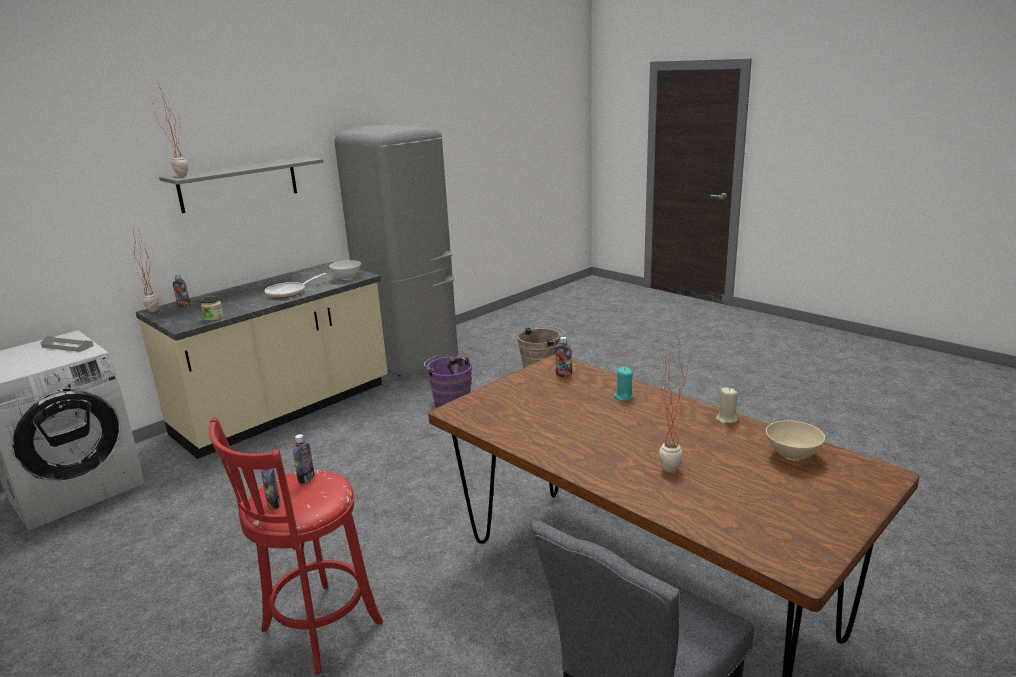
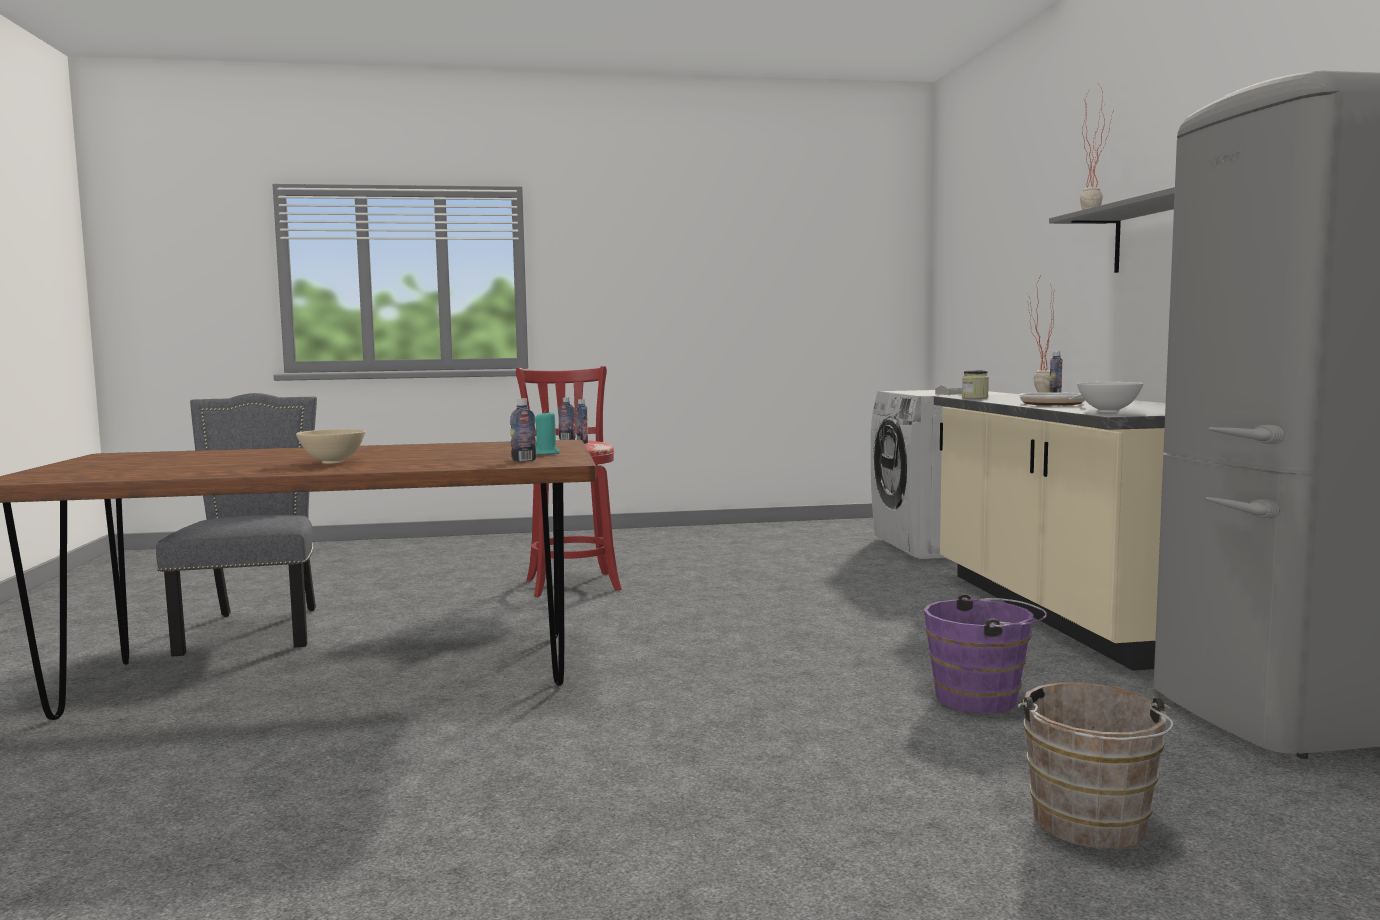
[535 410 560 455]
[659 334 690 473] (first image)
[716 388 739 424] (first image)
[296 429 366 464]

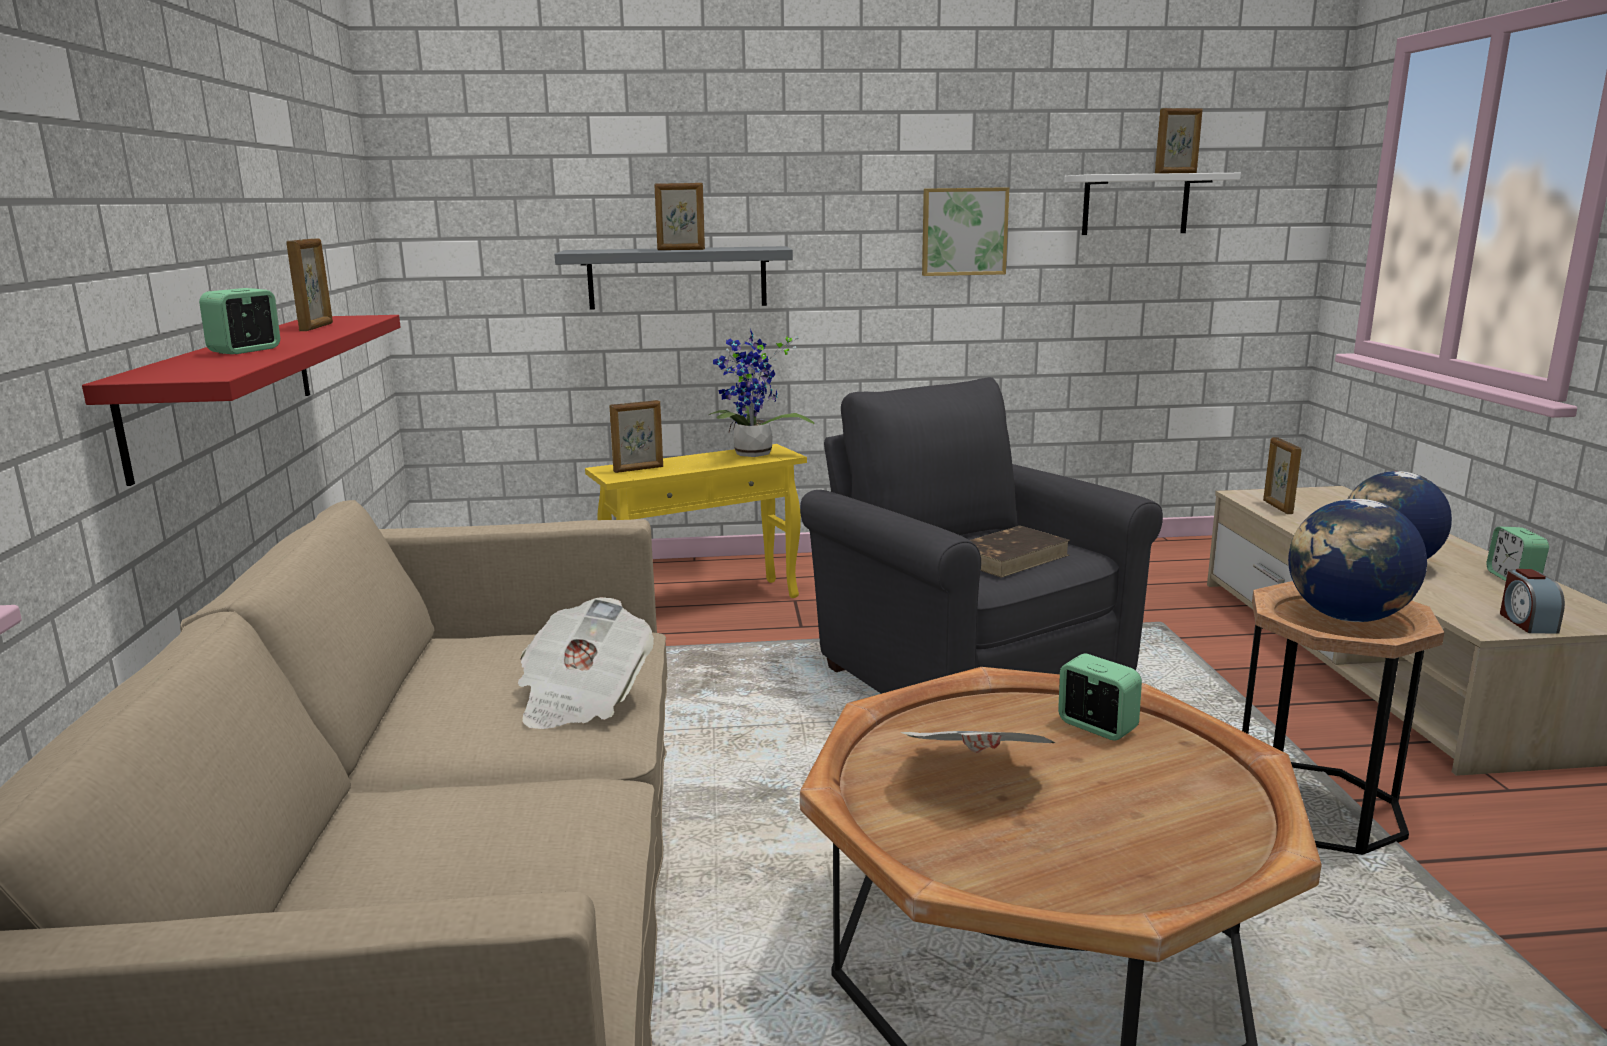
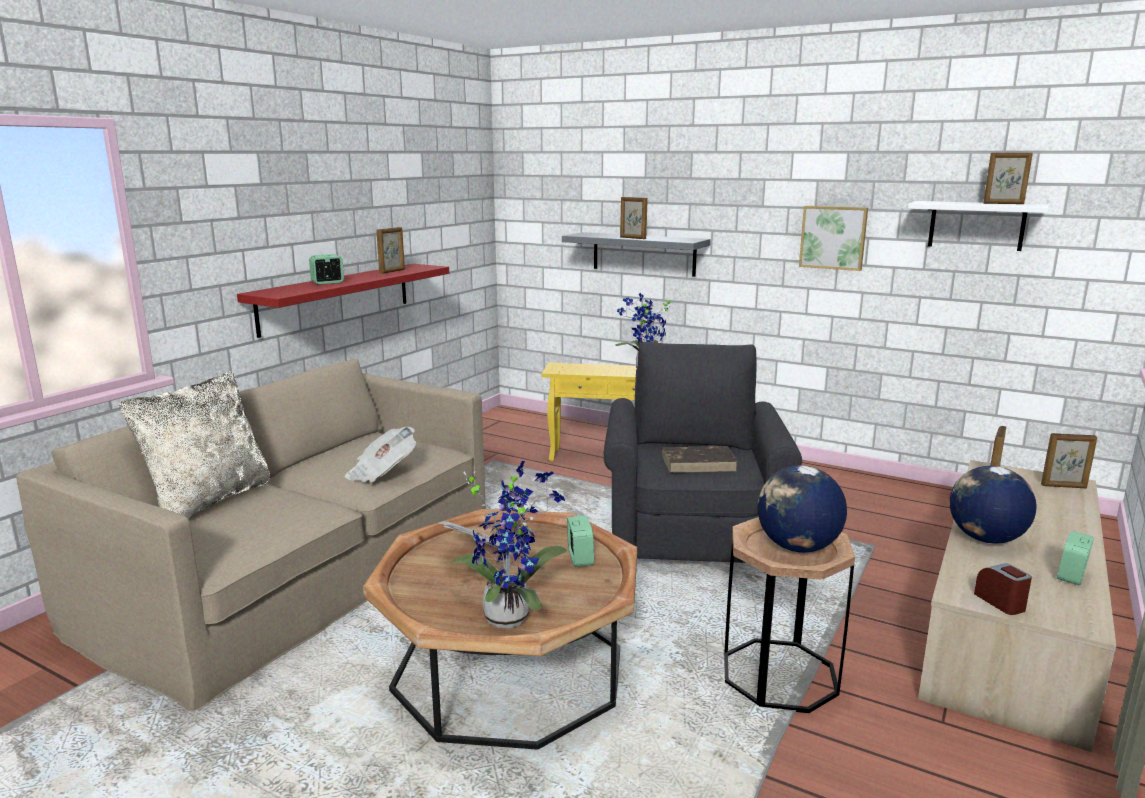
[1041 433 1097 488]
[974 563 1032 615]
[119 371 270 519]
[450 461 567 628]

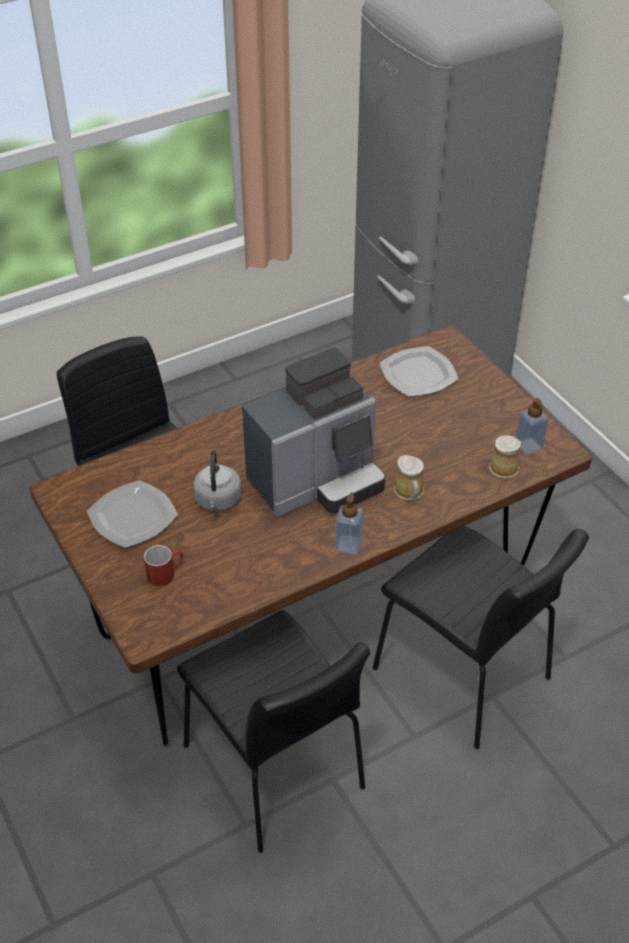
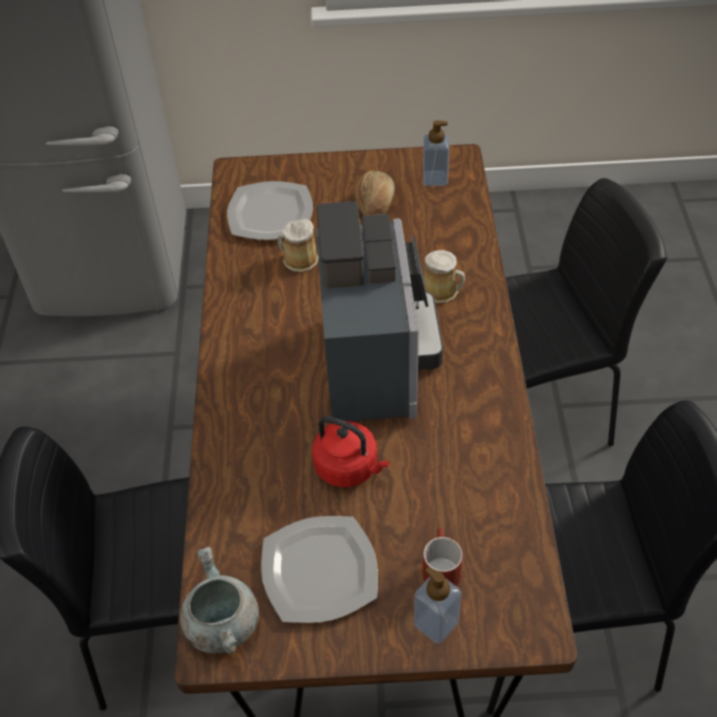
[312 416 390 487]
[414 567 462 644]
[278 218 318 272]
[180 547 259 654]
[355 171 395 216]

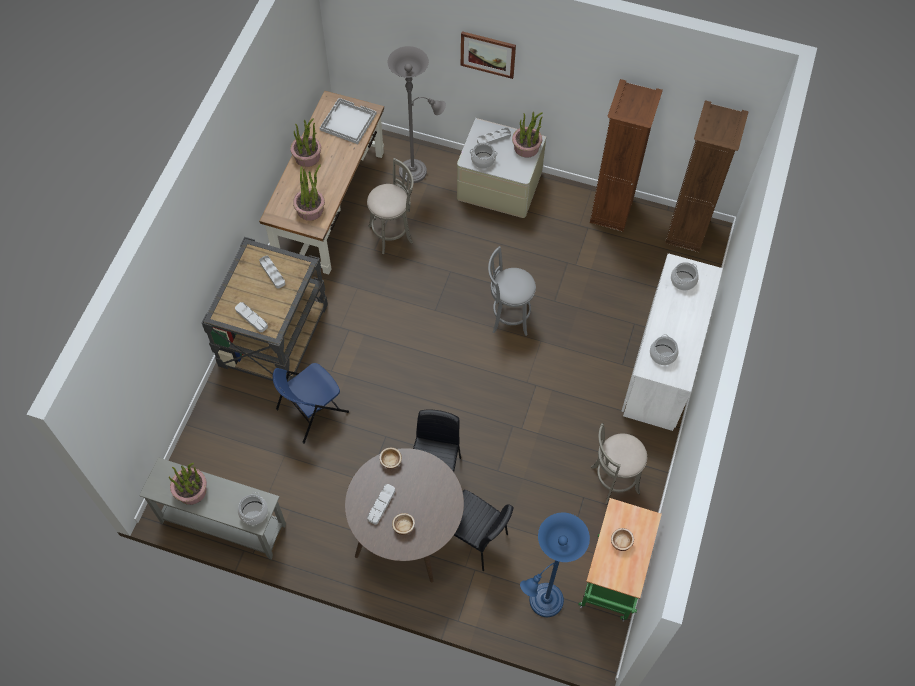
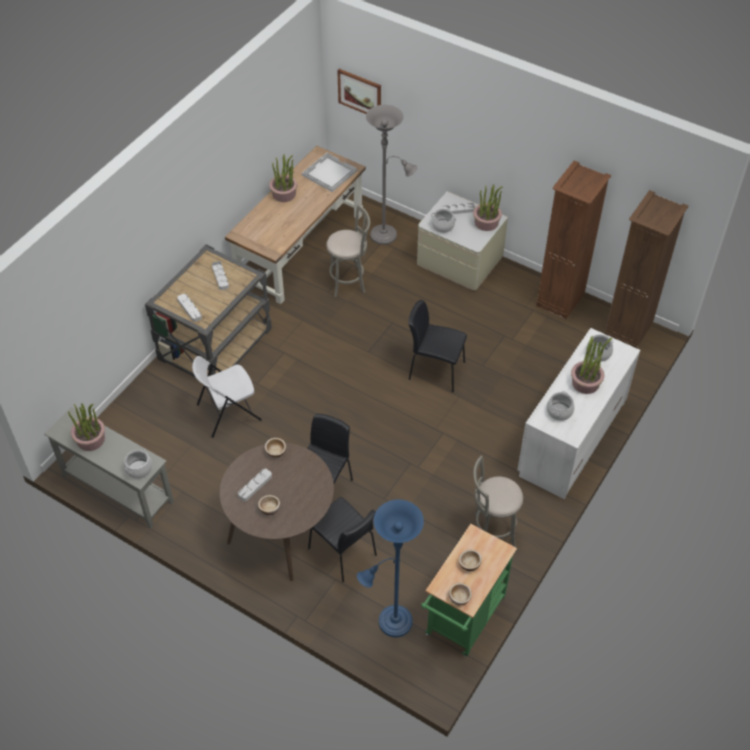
[192 356 262 438]
[571 336 612 394]
[337 69 381 114]
[409 300 467 392]
[449 583 472 605]

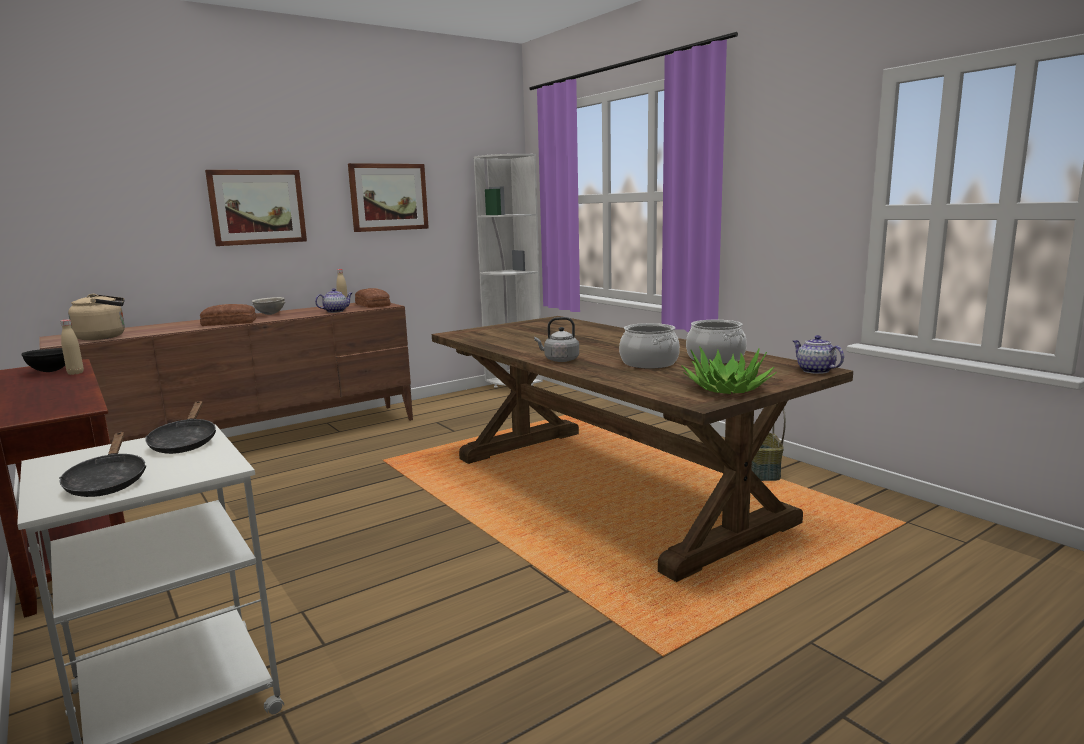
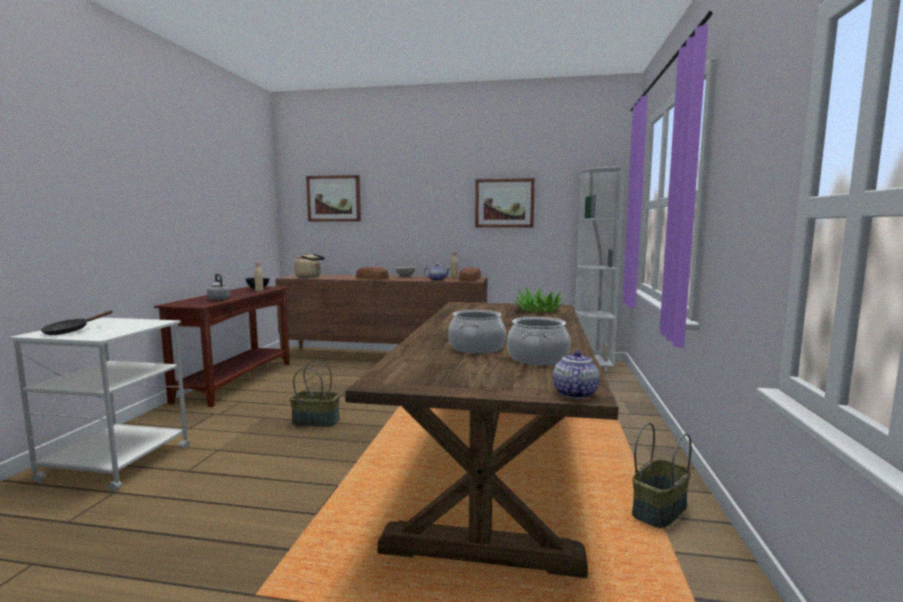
[145 401 216 454] (first image)
[306 175 361 222]
[207 274 230 300]
[512 288 565 312]
[290 361 340 427]

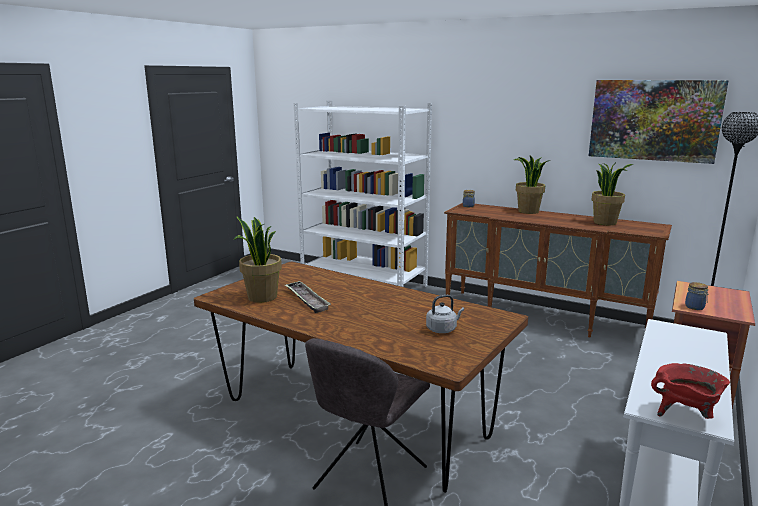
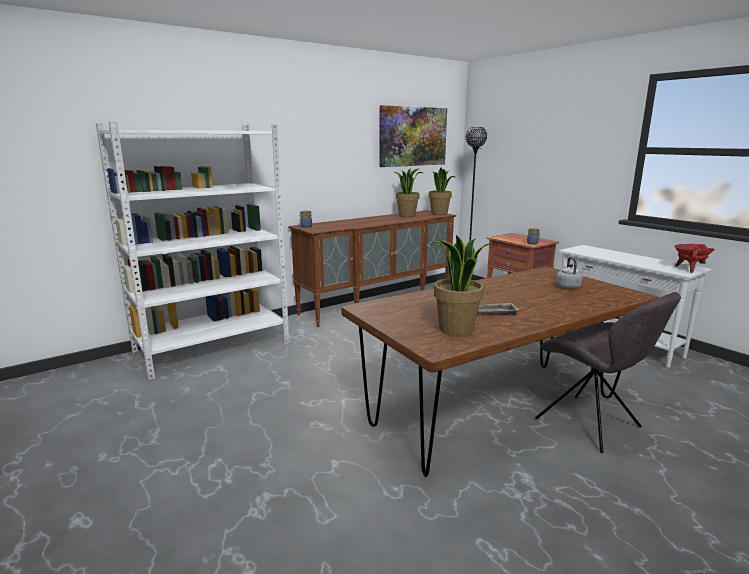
[429 168 456 215]

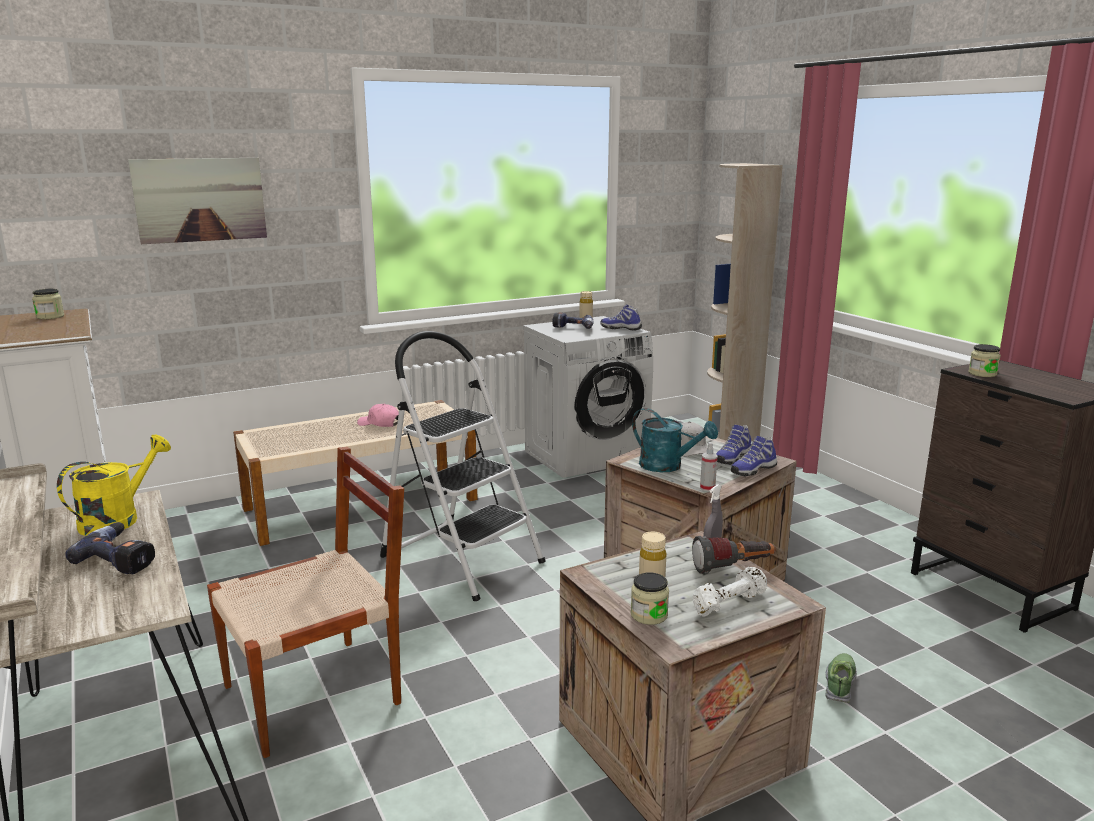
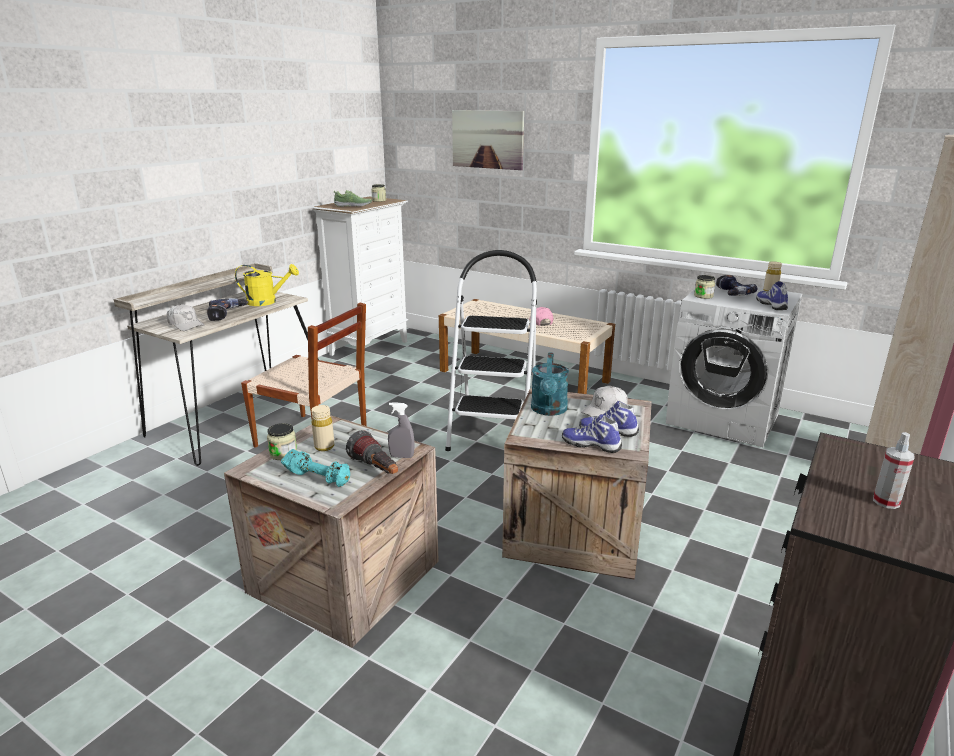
[281 449 350 487]
[873 432 915 509]
[333 190 372 207]
[694 275 715 299]
[167 304 205 331]

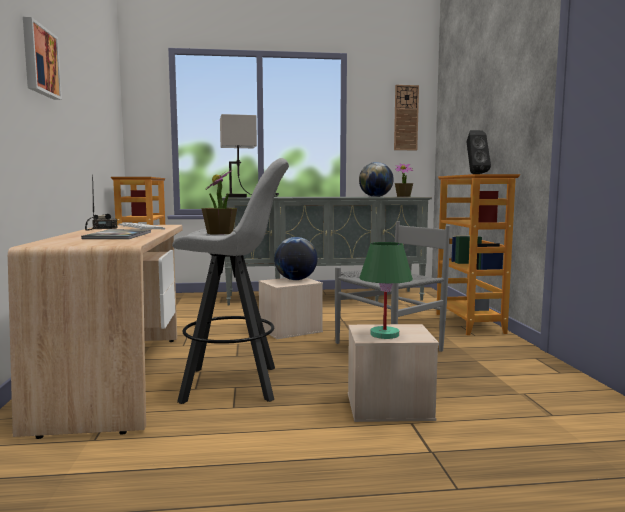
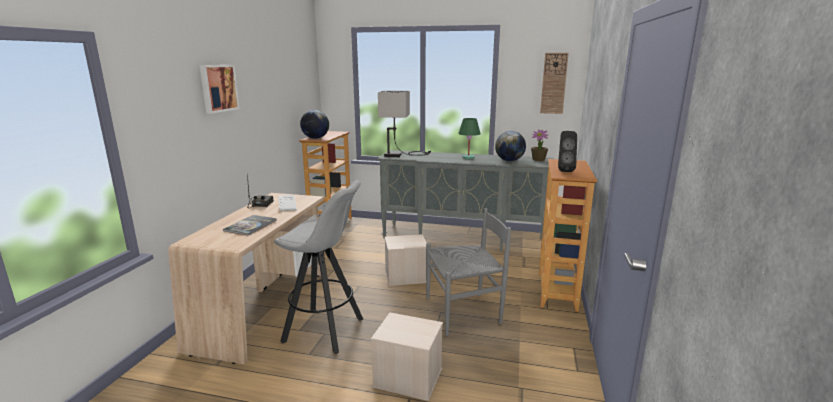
[201 171 237 235] (first image)
[300 110 329 139]
[458 118 481 159]

